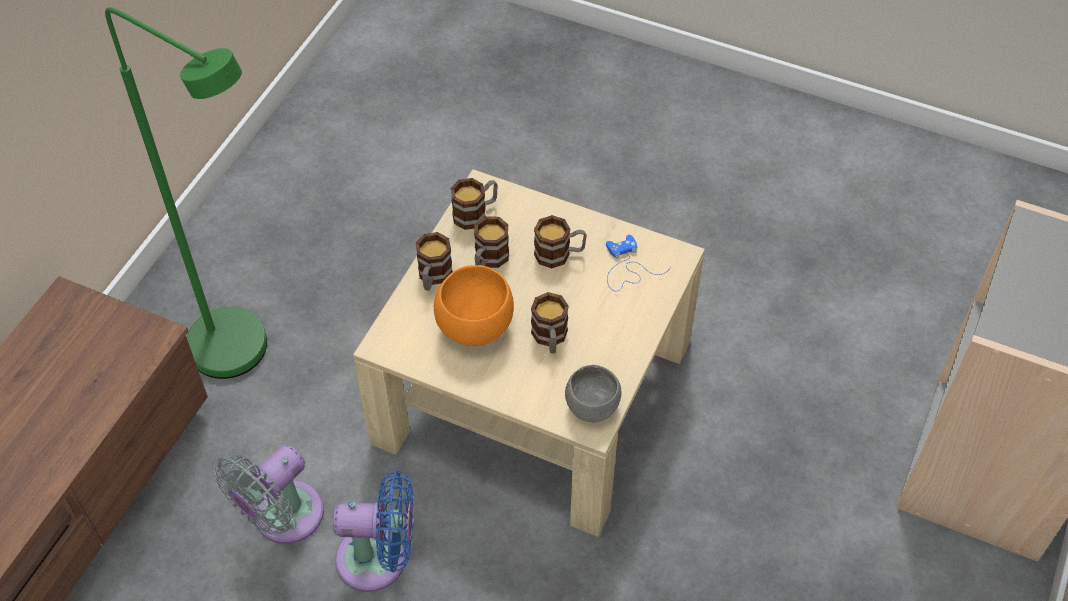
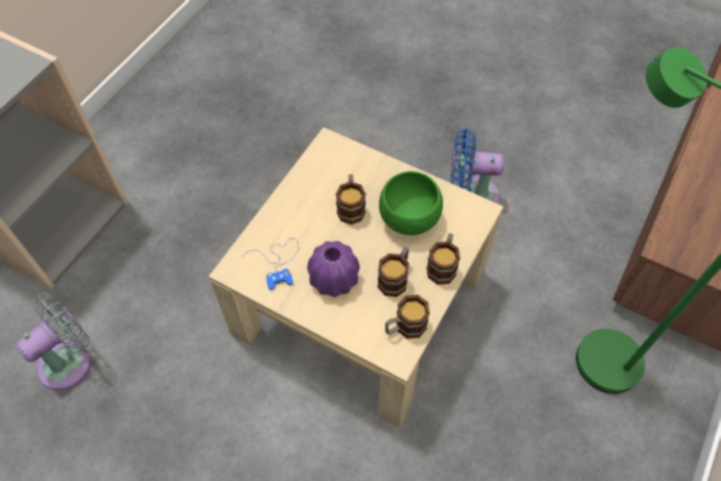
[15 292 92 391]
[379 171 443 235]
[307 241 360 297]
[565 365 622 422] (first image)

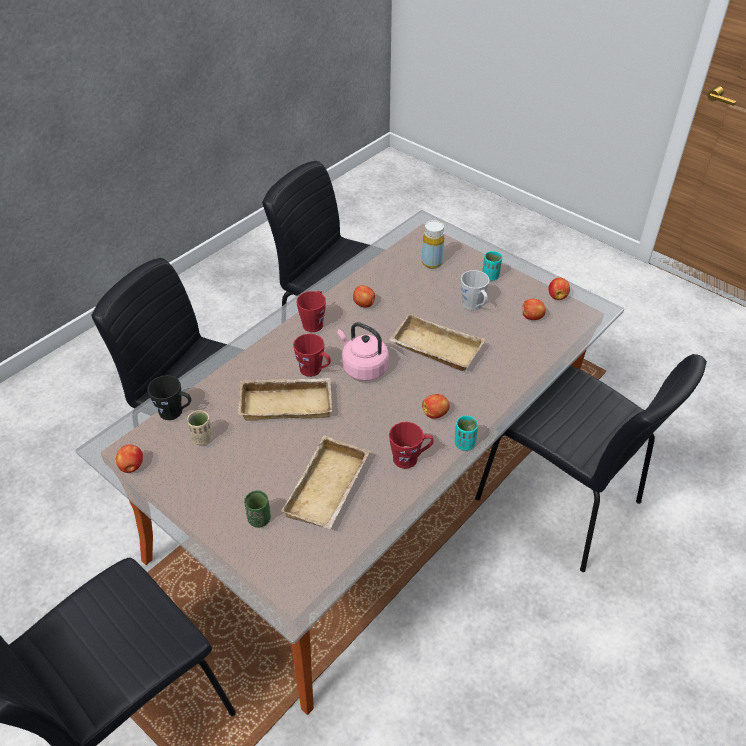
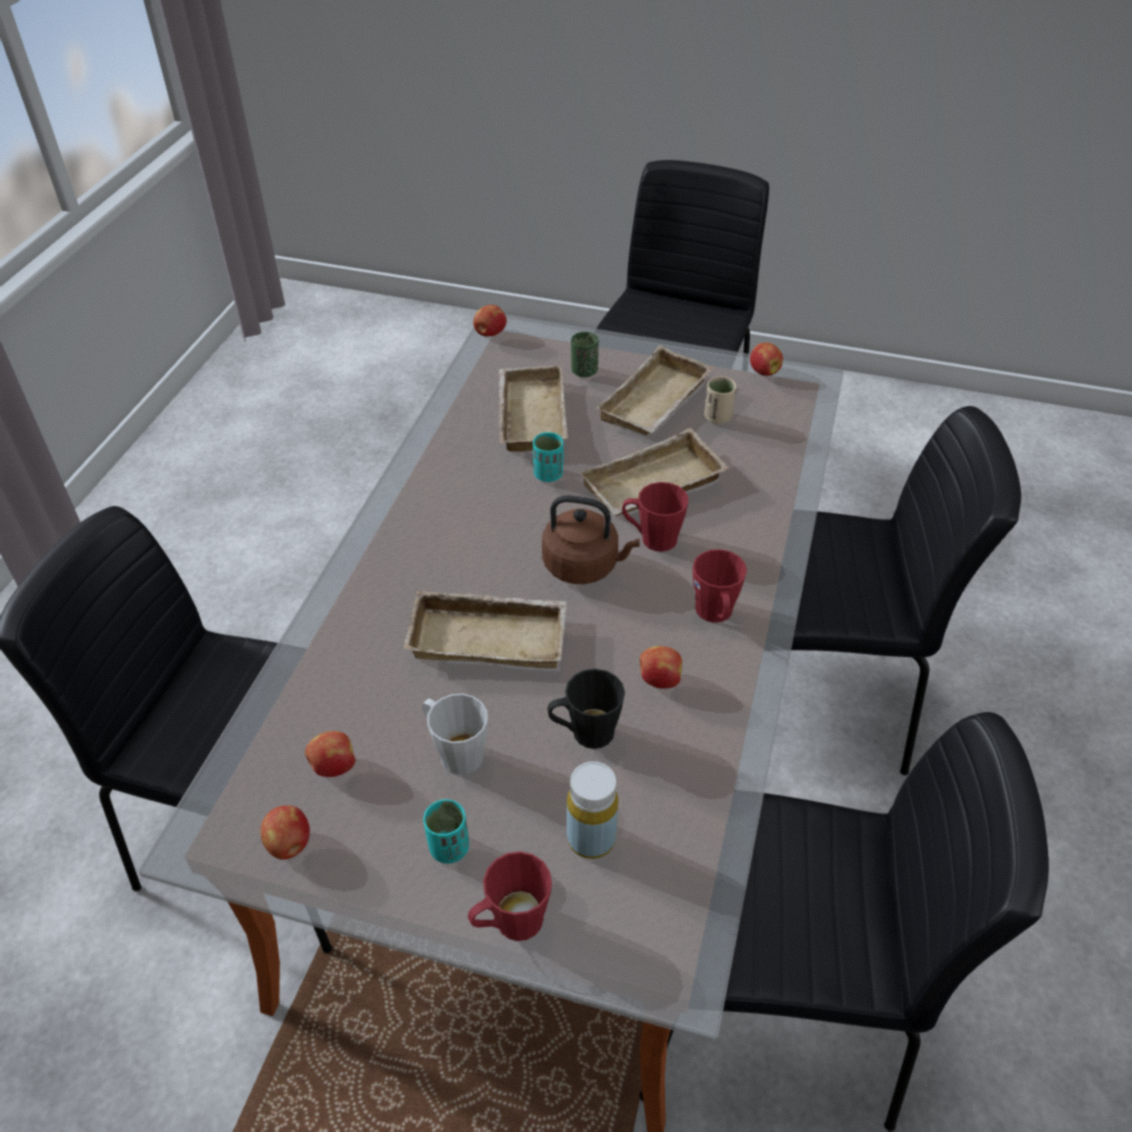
[547 669 625 749]
[542 495 640 584]
[468 851 552 941]
[473 305 507 337]
[533 432 563 482]
[596 345 713 435]

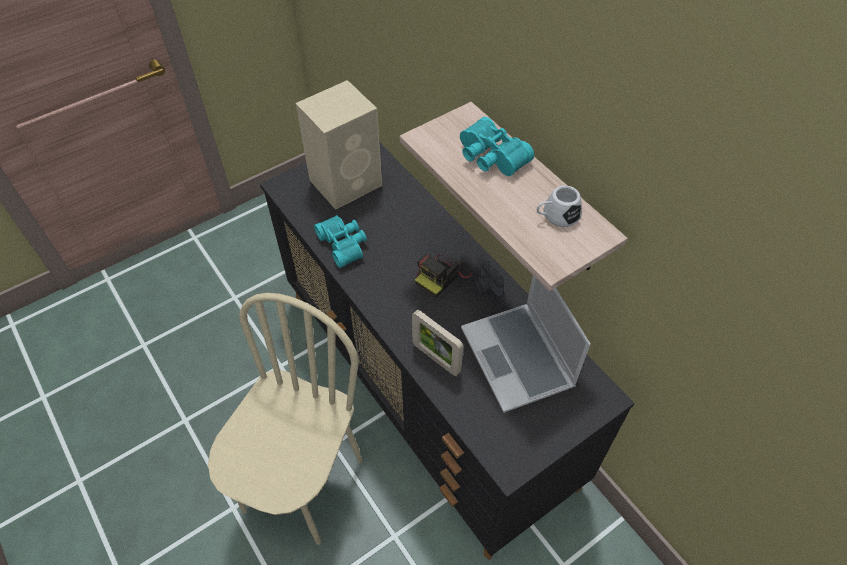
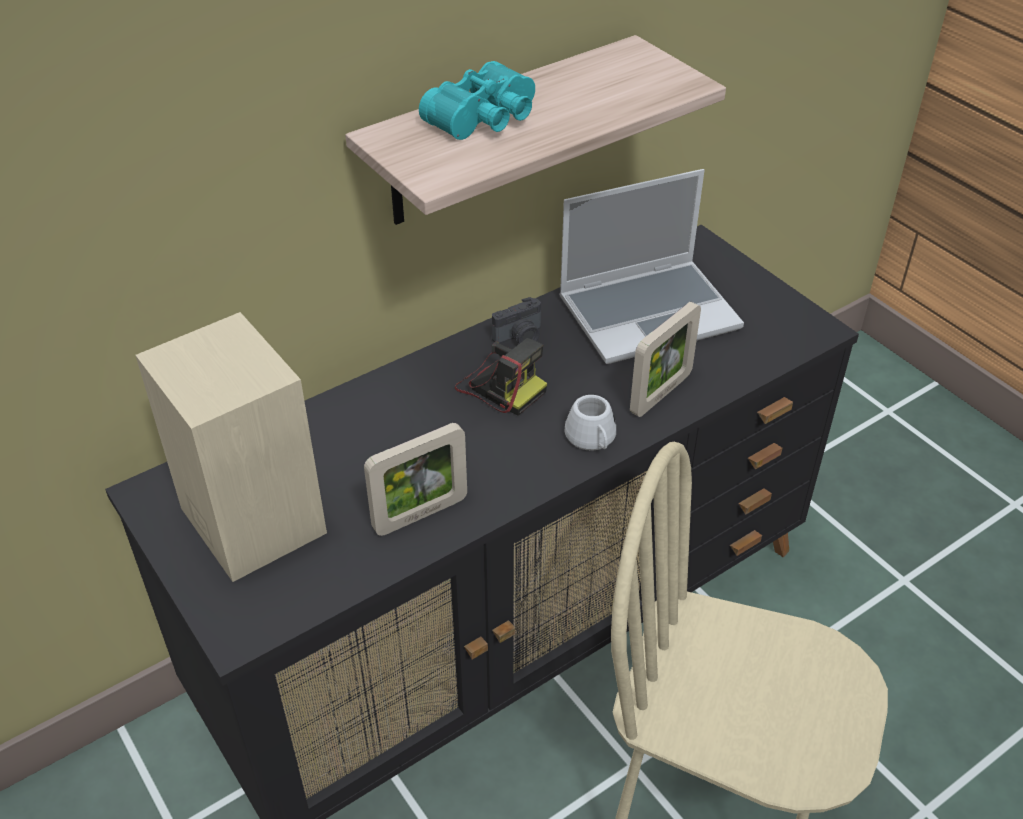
[364 423 467 536]
[565 395 616 451]

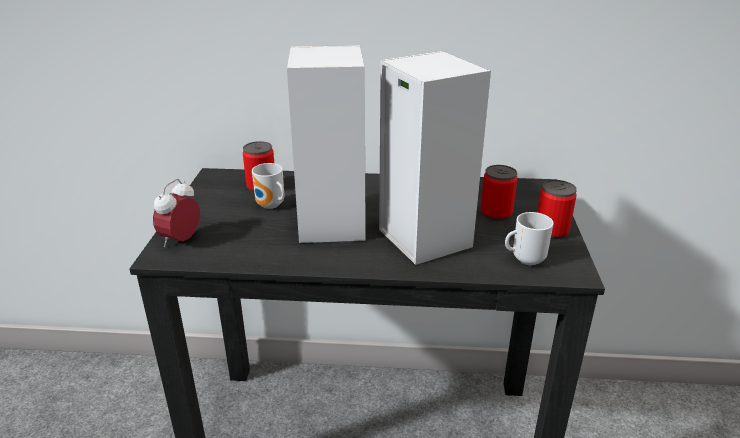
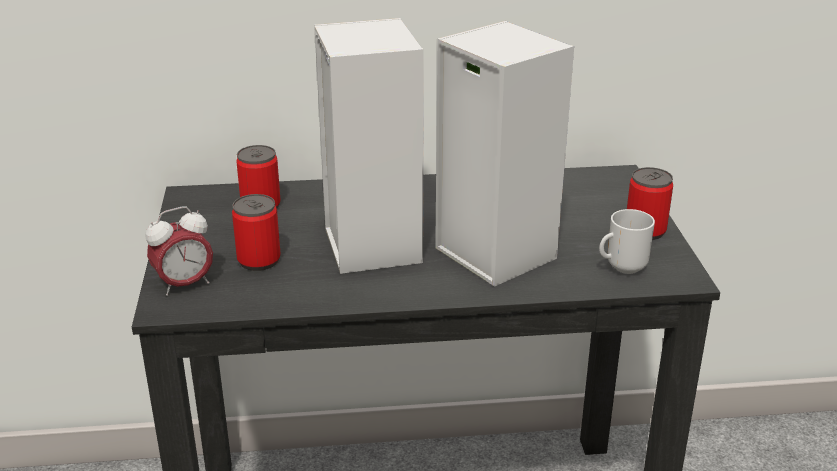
[145 206 213 296]
[252 163 285 209] (first image)
[232 194 281 271]

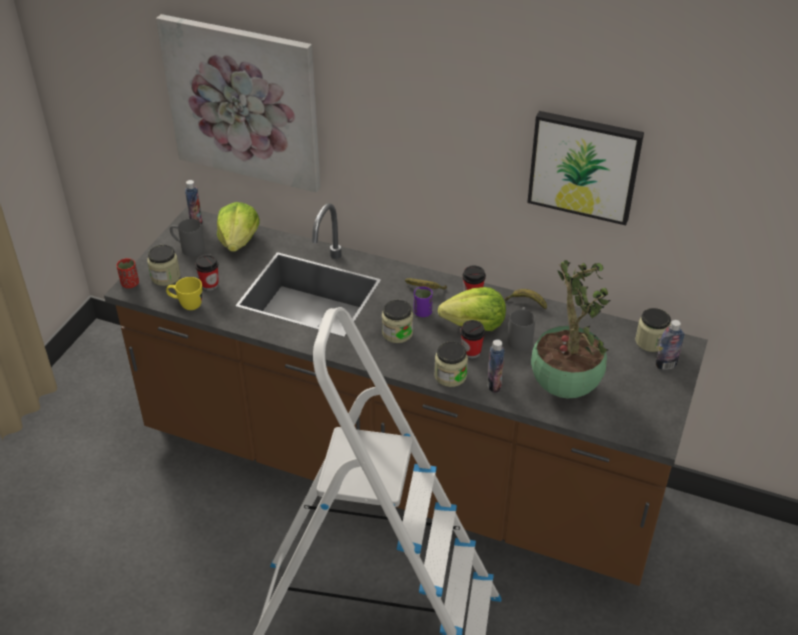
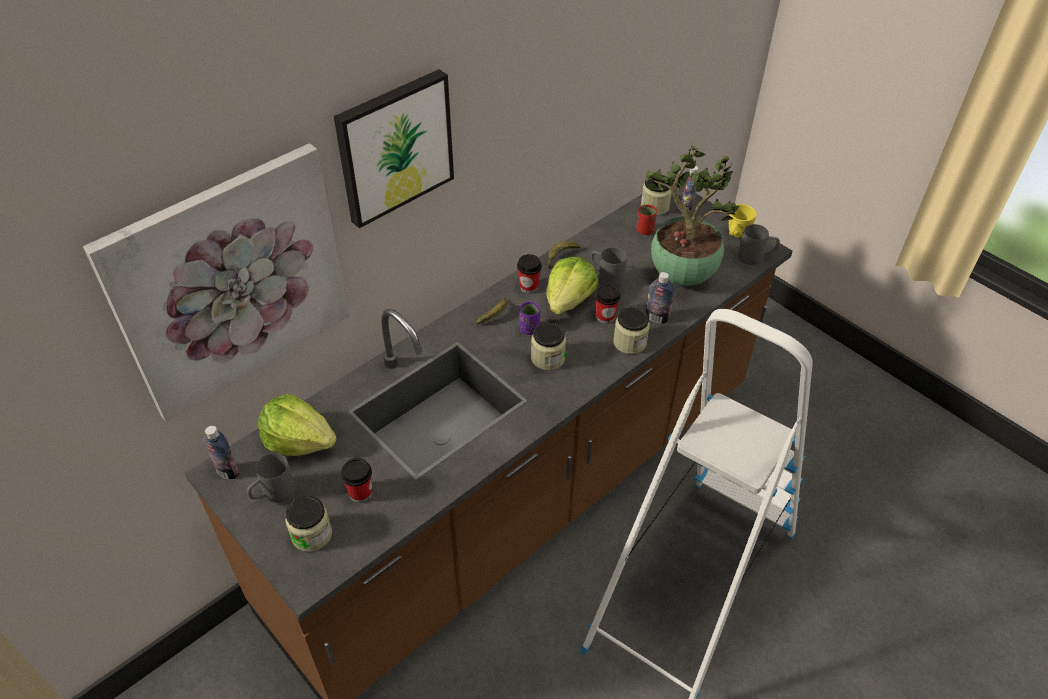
[636 204 657 235]
[729 204 757 238]
[334 69 454 228]
[738 224 780 265]

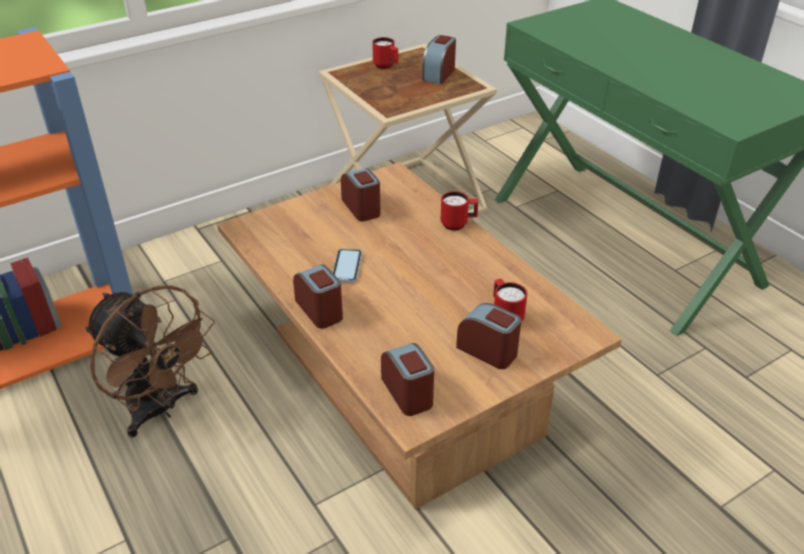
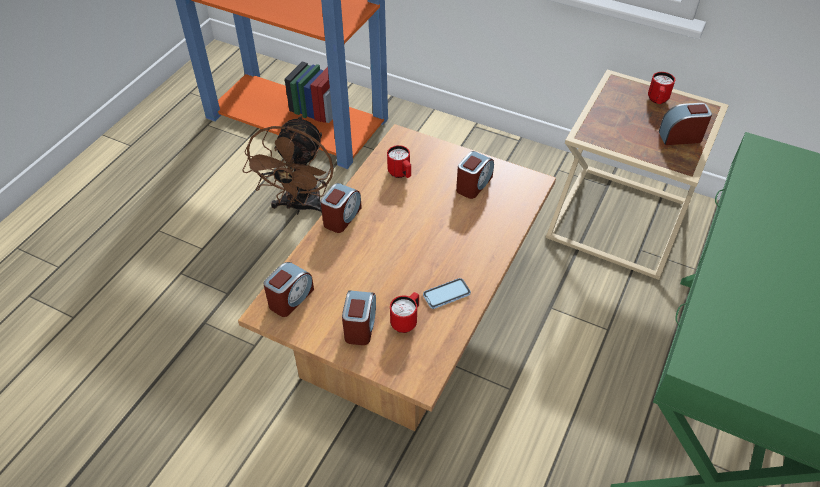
[423 278 471 309]
[387 145 411 178]

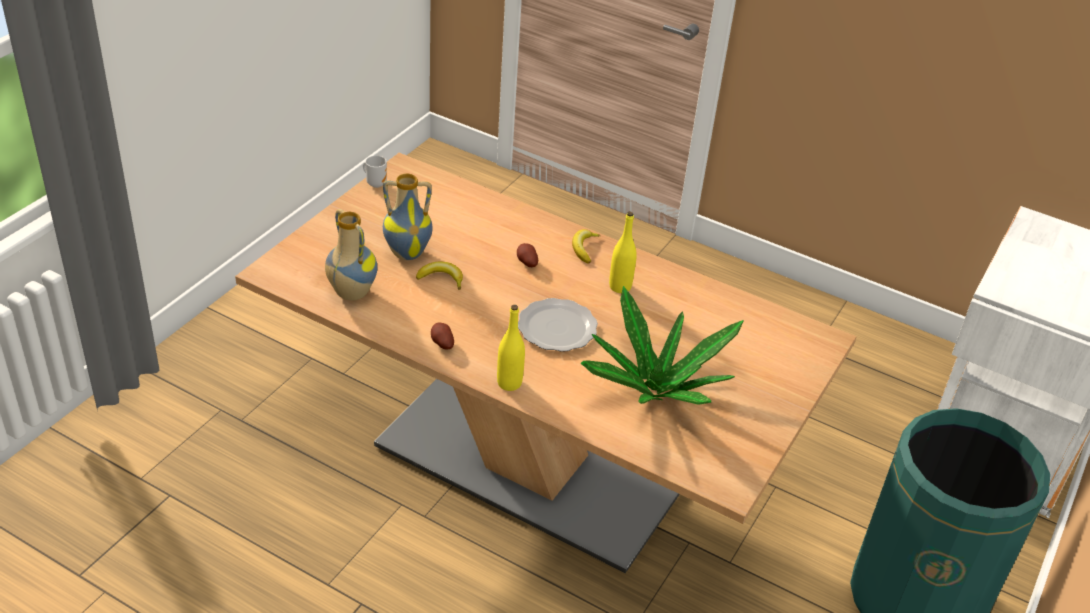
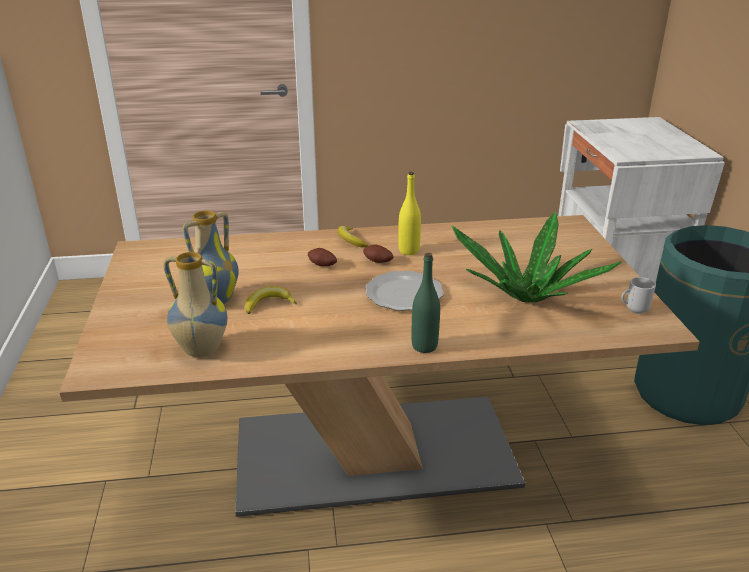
[621 277 656 314]
[363 244 393 263]
[412 253 440 353]

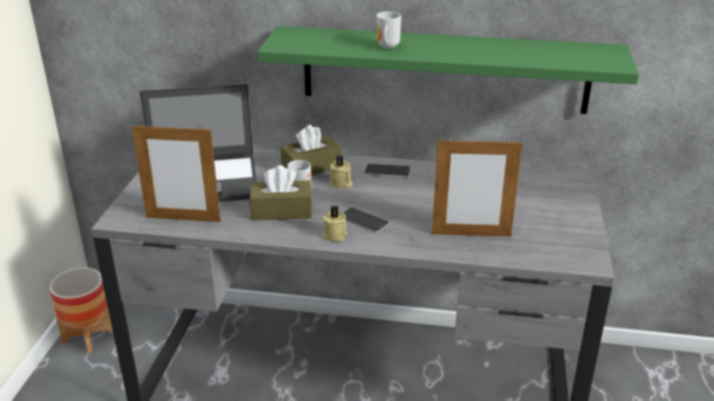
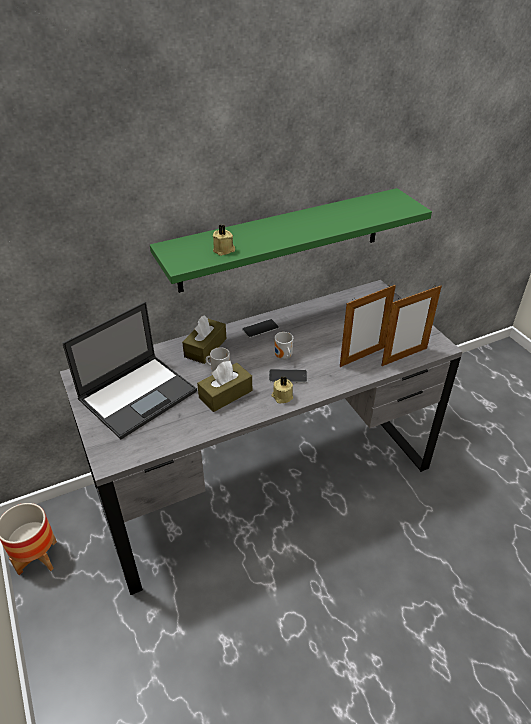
[381 285 442 366]
[213 225 235 256]
[275 332 293 360]

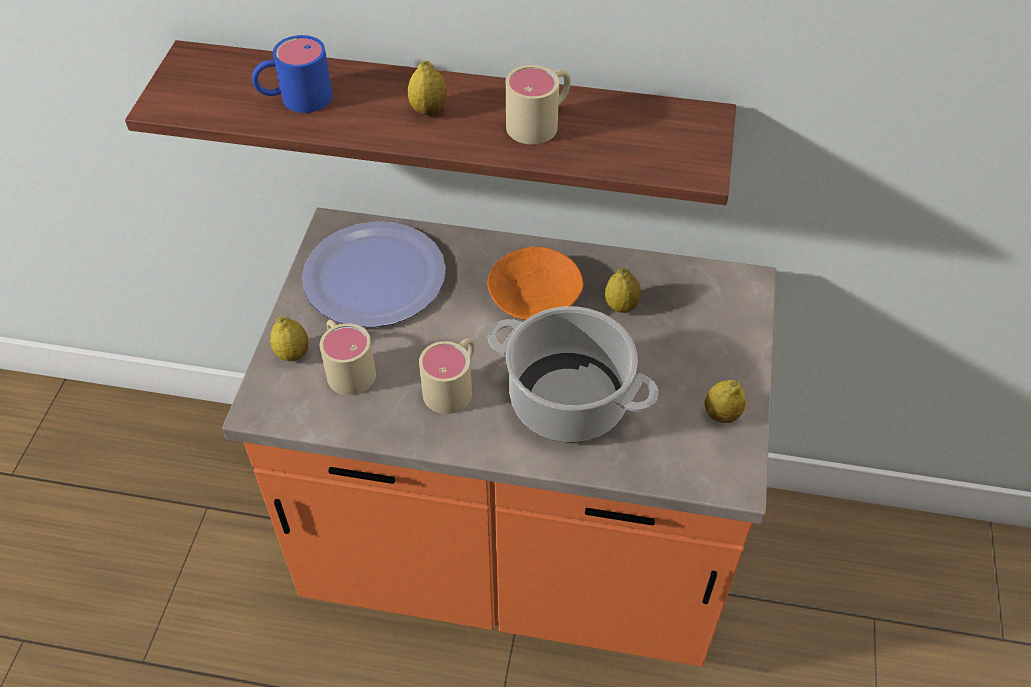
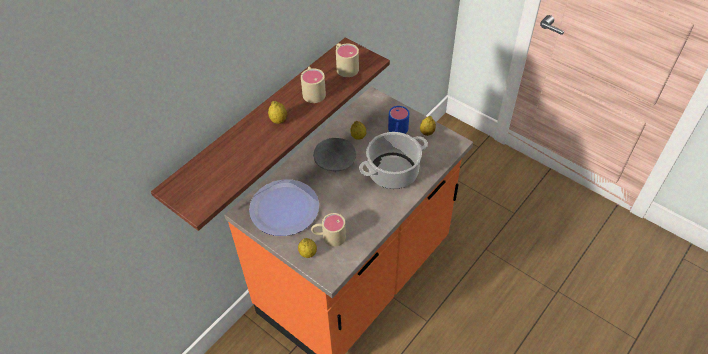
[388 106 409 134]
[336 43 359 77]
[313 138 356 172]

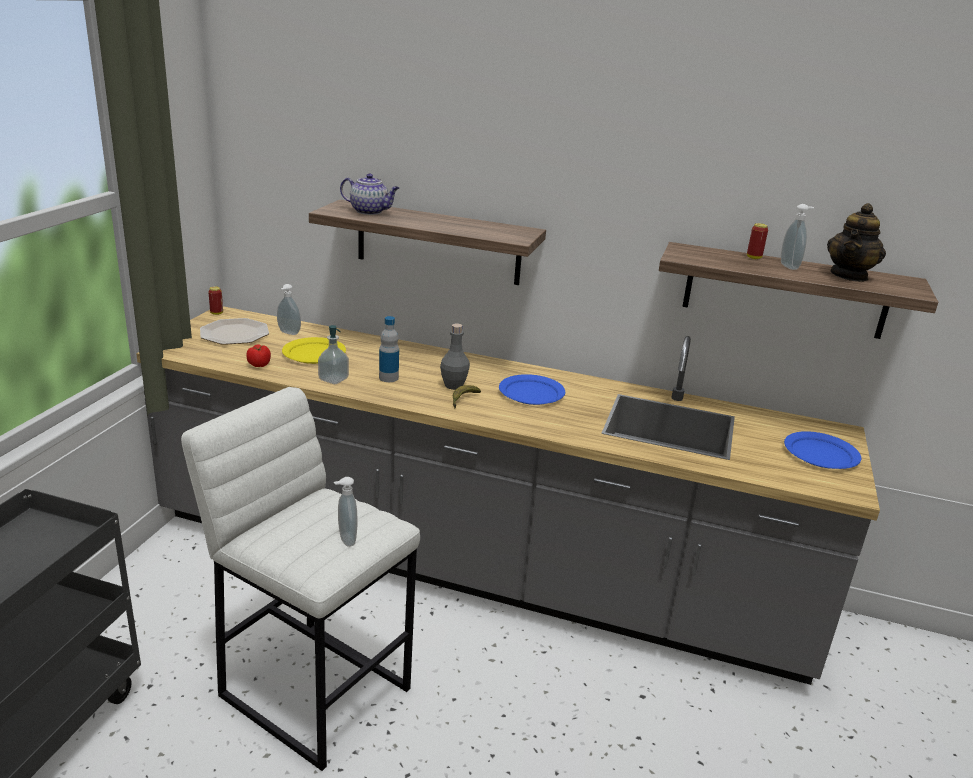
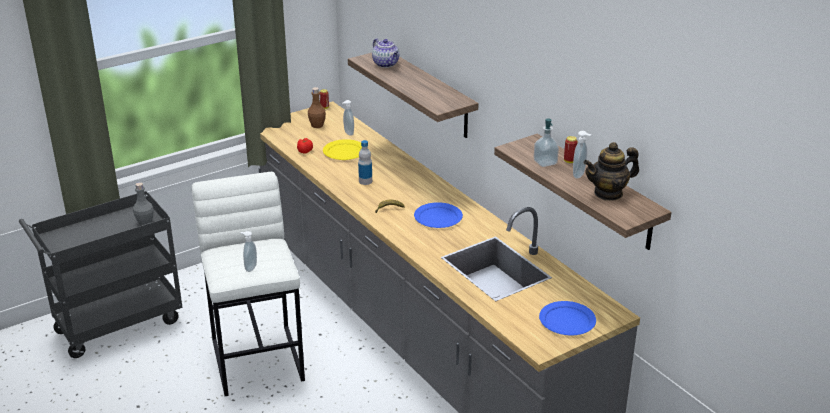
[308 87 326 128]
[534 118 559 167]
[133 182 154 226]

